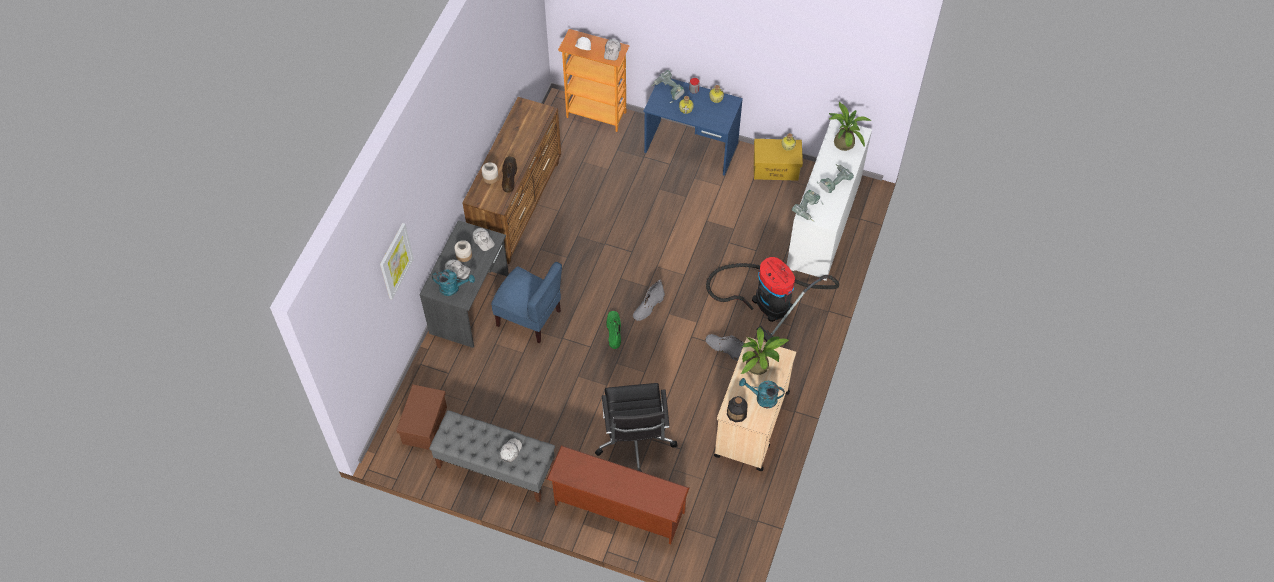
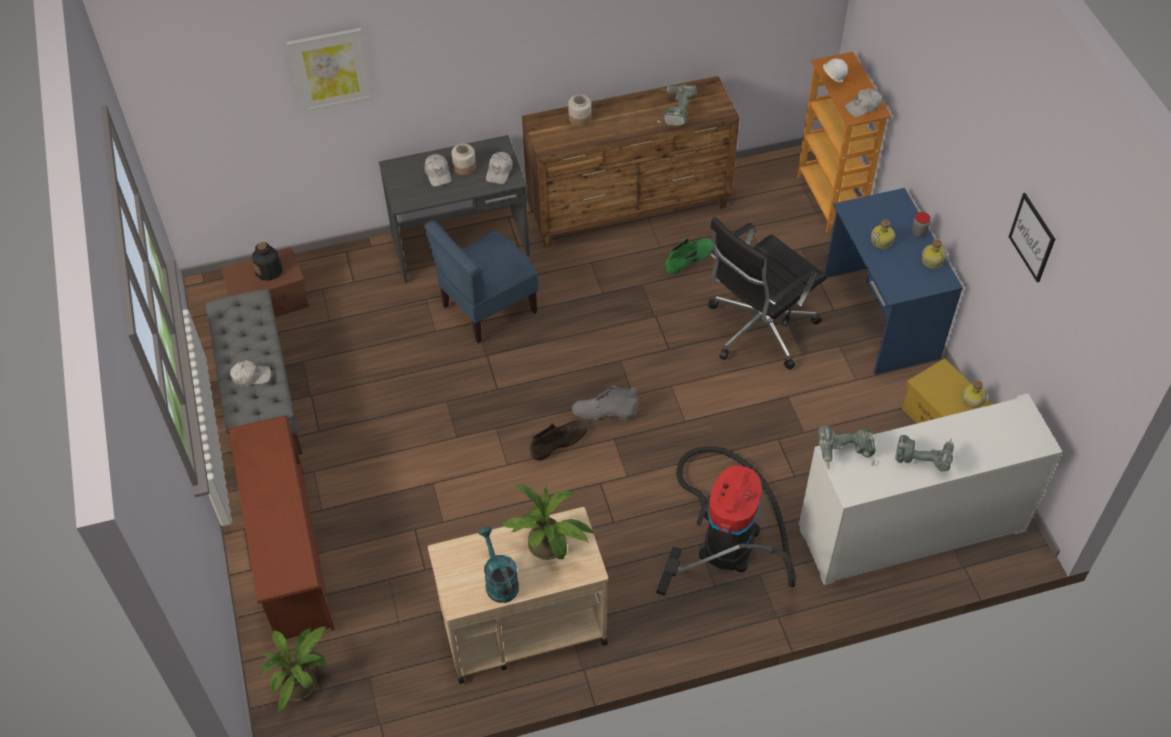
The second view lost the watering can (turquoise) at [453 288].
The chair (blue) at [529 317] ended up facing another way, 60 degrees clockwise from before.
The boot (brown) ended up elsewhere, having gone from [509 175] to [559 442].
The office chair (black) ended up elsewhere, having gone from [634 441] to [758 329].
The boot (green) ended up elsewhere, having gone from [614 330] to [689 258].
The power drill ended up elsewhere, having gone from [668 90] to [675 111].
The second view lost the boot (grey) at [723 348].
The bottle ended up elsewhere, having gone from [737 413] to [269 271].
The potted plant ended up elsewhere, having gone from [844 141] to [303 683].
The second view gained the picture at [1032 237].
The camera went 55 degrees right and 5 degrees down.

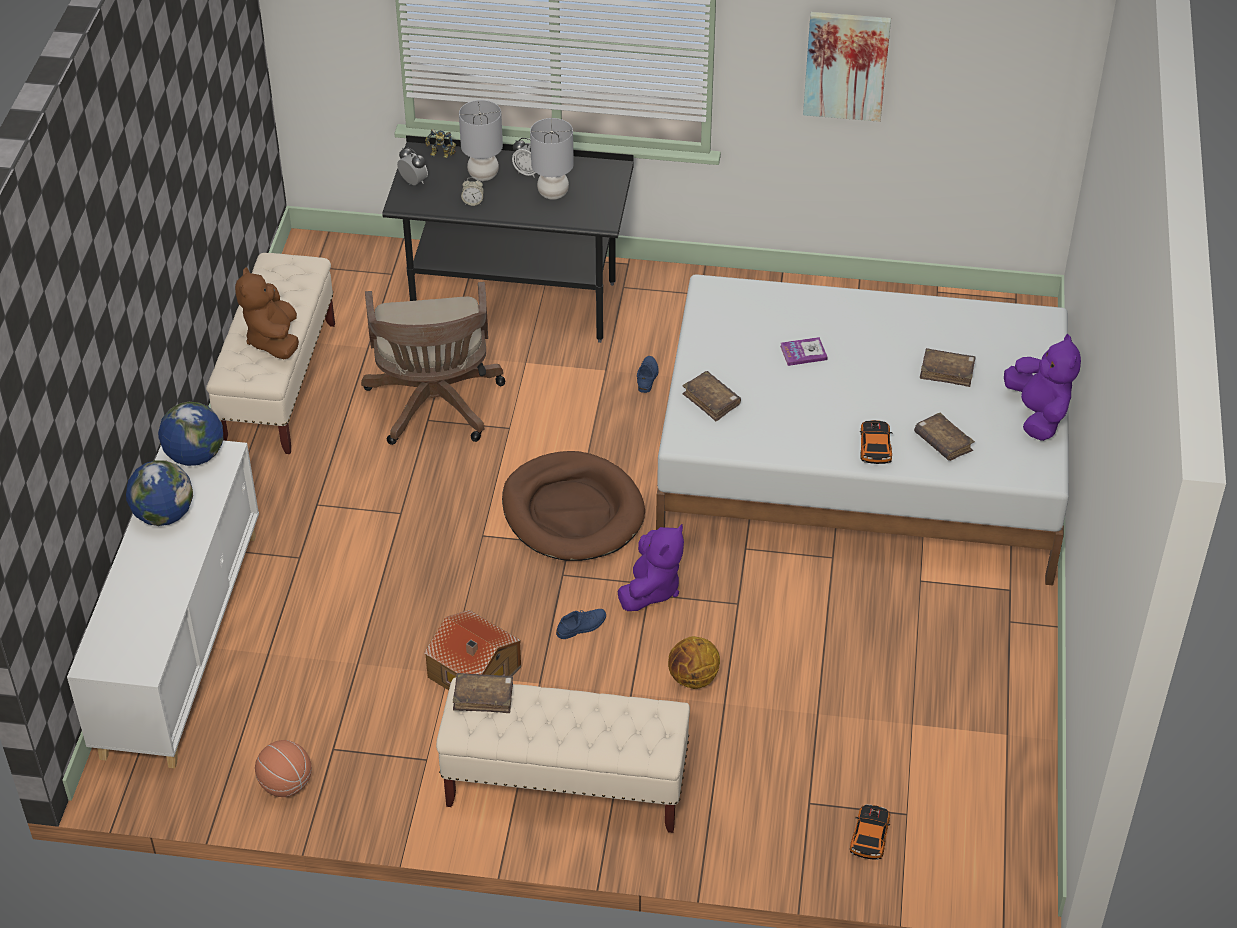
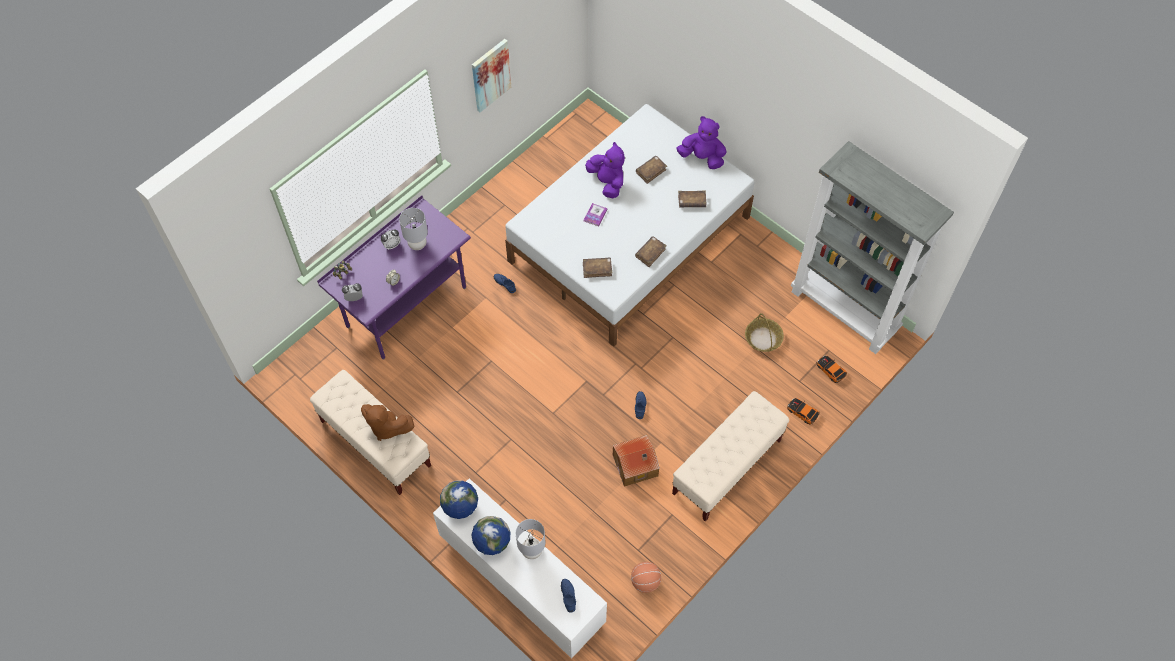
The second view lost the office chair (brown) at [435 407].
What was the desk (black) at [514 303] turned into the desk (purple) at [406 307].
The book (brown) ended up elsewhere, having gone from [483 697] to [650 253].
The table lamp (grey) ended up elsewhere, having gone from [483 175] to [532 551].
The second view lost the dog bed (brown) at [572 511].
The plush toy (purple) ended up elsewhere, having gone from [651 589] to [607 182].
The second view lost the basketball at [693 679].
The toy car ended up elsewhere, having gone from [874 446] to [802 412].
The second view gained the shoe (blue) at [568 596].
The second view gained the basket at [763 338].
The second view gained the bookcase (grey) at [845 311].
The camera went 55 degrees left and 15 degrees up.

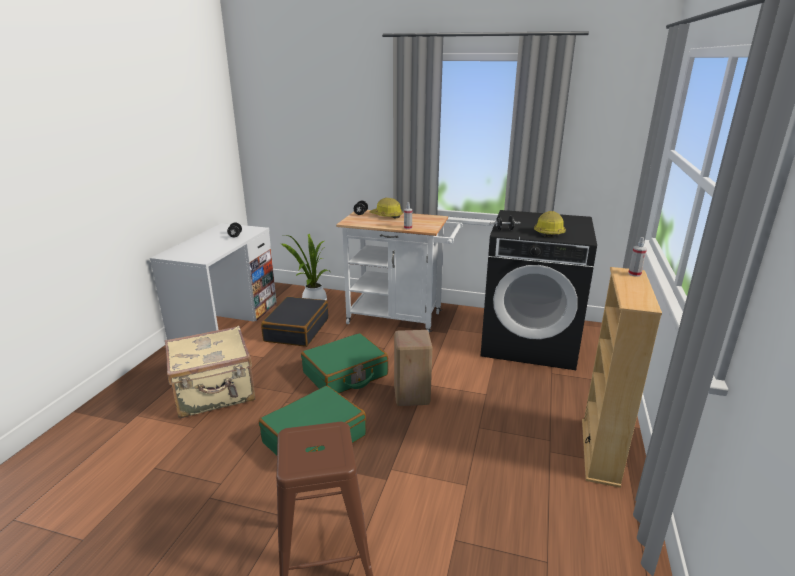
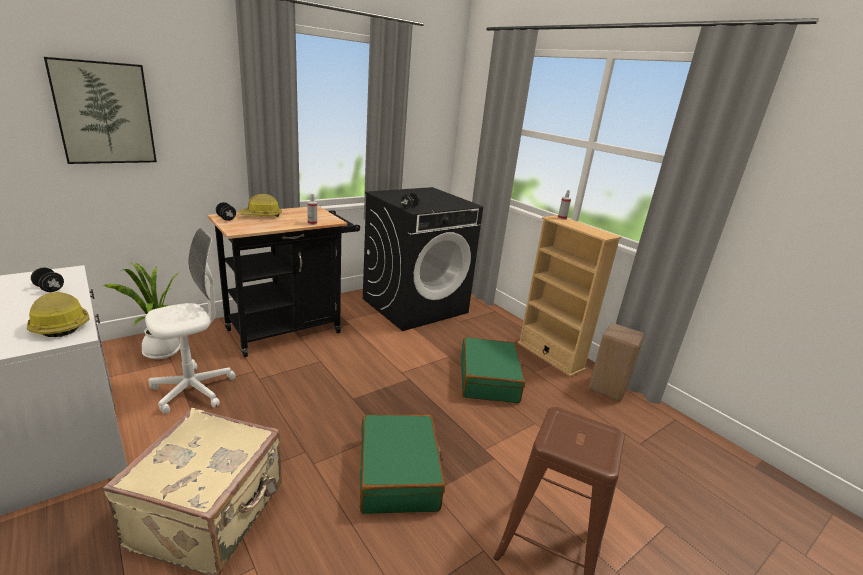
Where the suitcase (black) stood at [296 330], the office chair (white) came to stand at [193 390].
The suitcase (green) ended up elsewhere, having gone from [345 374] to [489 379].
What was the cart (white) at [400 319] turned into the cart (black) at [291 329].
The stool (beige) ended up elsewhere, having gone from [412 395] to [606 388].
The hard hat ended up elsewhere, having gone from [549 232] to [60 324].
The second view gained the picture at [104 113].
The camera went 55 degrees left and 0 degrees up.

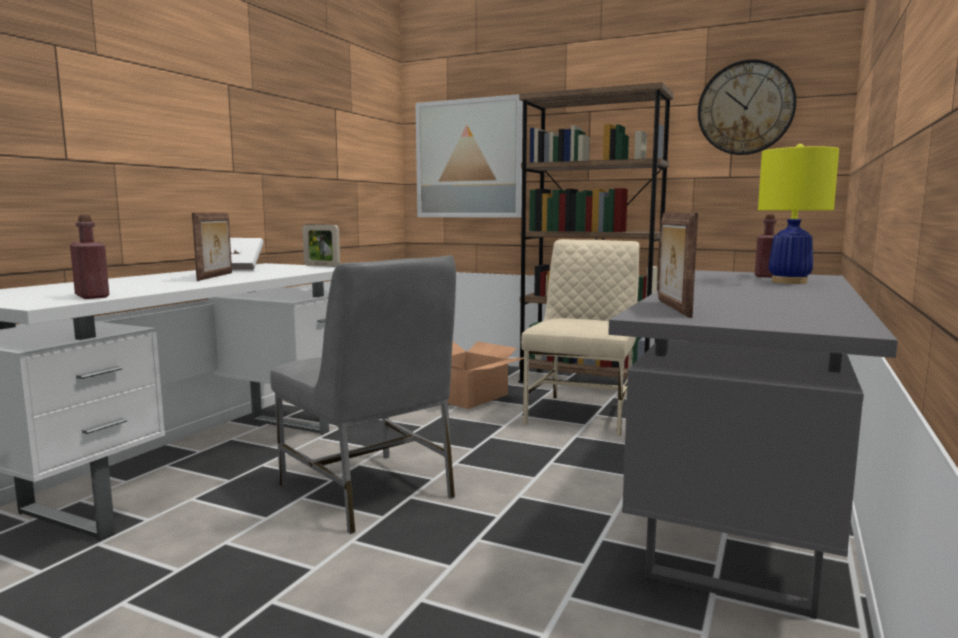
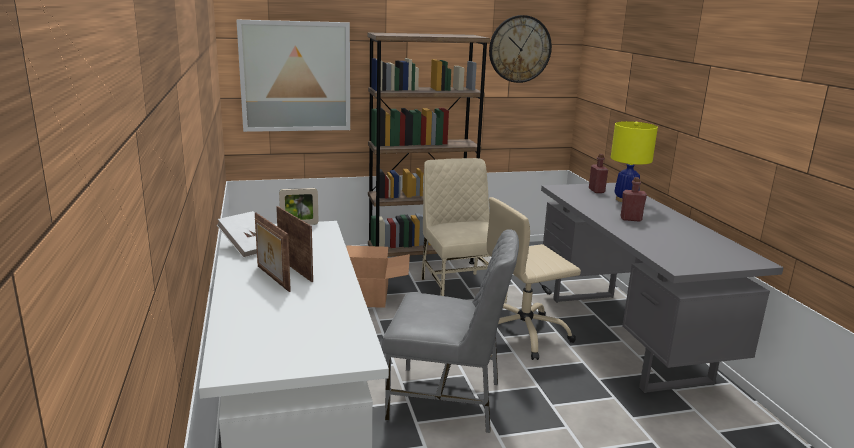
The bottle (red) ended up elsewhere, having gone from [92 296] to [631 219].
The picture frame ended up elsewhere, having gone from [671 308] to [272 278].
The second view gained the office chair (beige) at [523 334].
The camera went 40 degrees left and 10 degrees up.

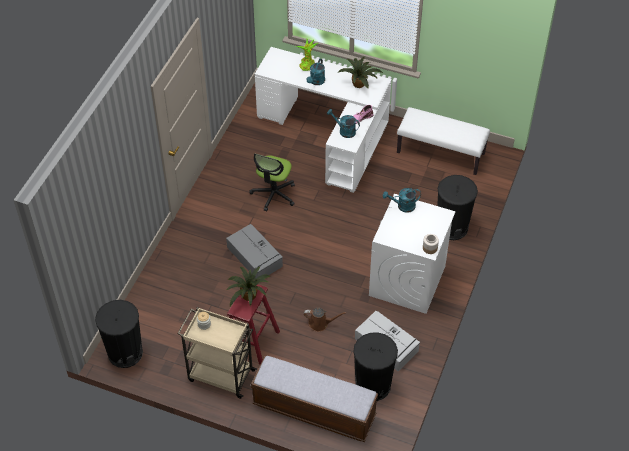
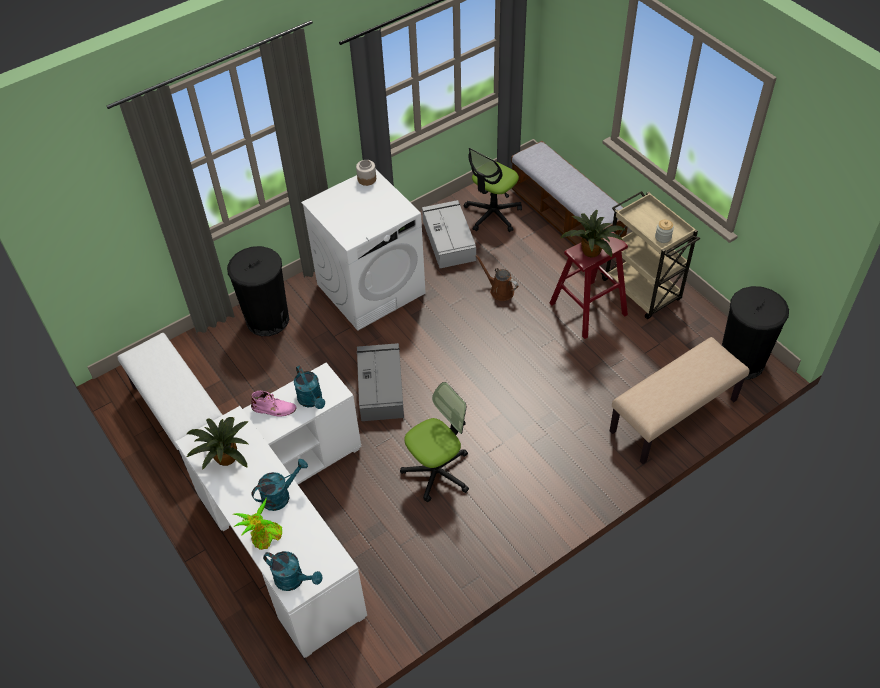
The storage box (grey) ended up elsewhere, having gone from [255 257] to [381 387].
Where the trash can (black) stood at [373 385], the office chair came to stand at [492 214].
The watering can (turquoise) ended up elsewhere, having gone from [402 206] to [294 580].
The second view gained the bench (beige) at [673 416].
The camera went 145 degrees left and 0 degrees up.

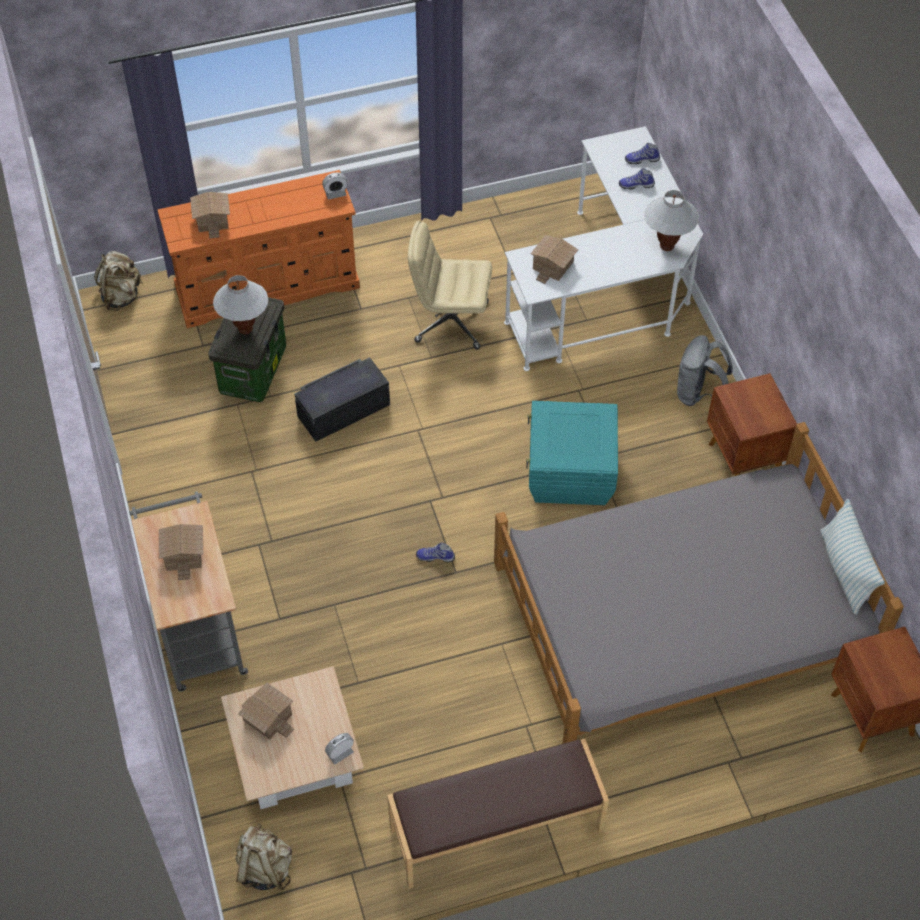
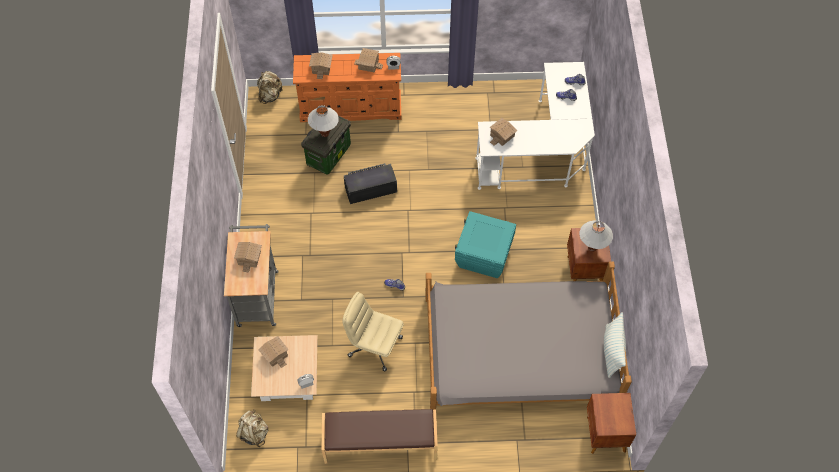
The office chair (beige) ended up elsewhere, having gone from [450 322] to [374 346].
The table lamp (white) ended up elsewhere, having gone from [667 246] to [592 248].
The second view lost the backpack (grey) at [698 394].
The second view gained the toy house at [368 64].
The camera went 15 degrees right and 5 degrees up.

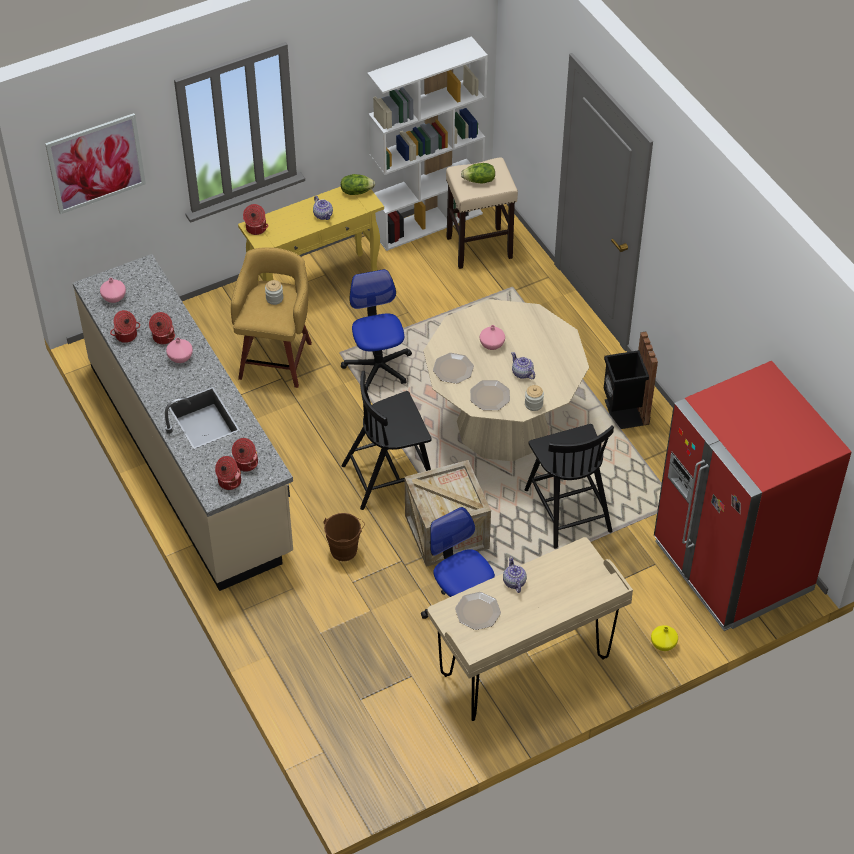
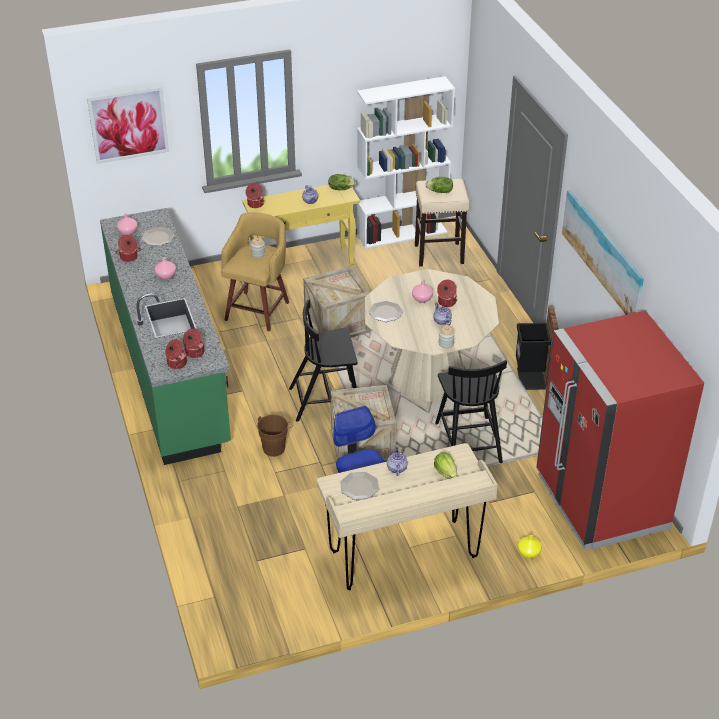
What was the counter (beige) at [190 458] turned into the counter (green) at [170 369].
The cooking pot ended up elsewhere, having gone from [163 337] to [446 302].
Where the office chair stood at [378 367], the crate came to stand at [337 324].
The plate ended up elsewhere, having gone from [490 396] to [158 237].
The second view gained the lettuce at [446 472].
The second view gained the picture at [604 254].
The camera went 10 degrees right and 10 degrees down.

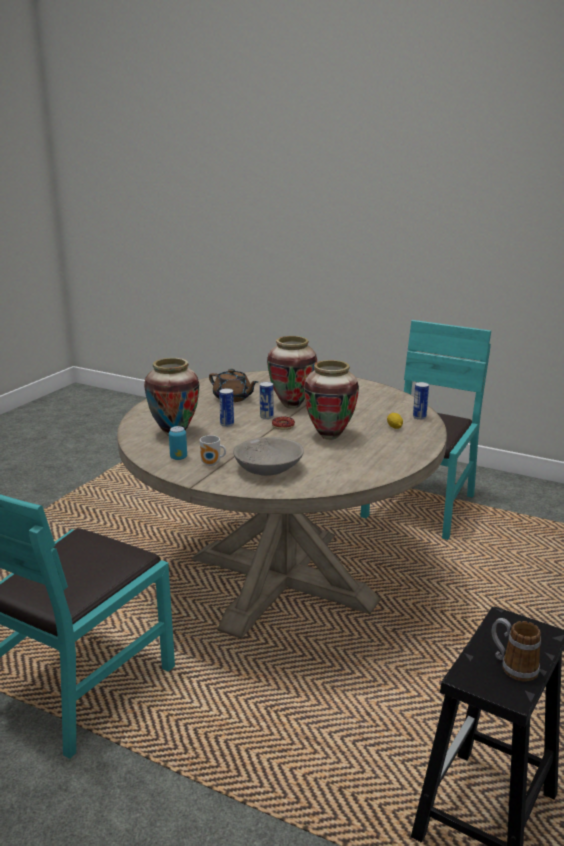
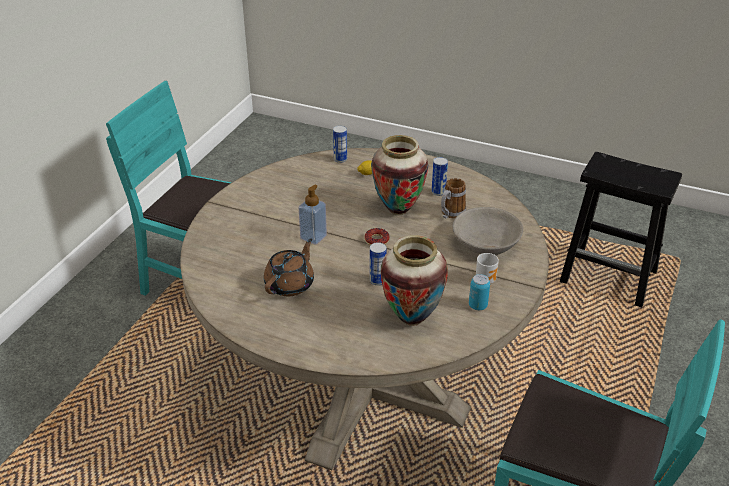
The can ended up elsewhere, having gone from [266 417] to [438 192].
Where the vase stood at [292 405], the soap dispenser came to stand at [313 237].
The mug ended up elsewhere, having gone from [512 666] to [450 214].
The camera went 95 degrees left and 15 degrees up.

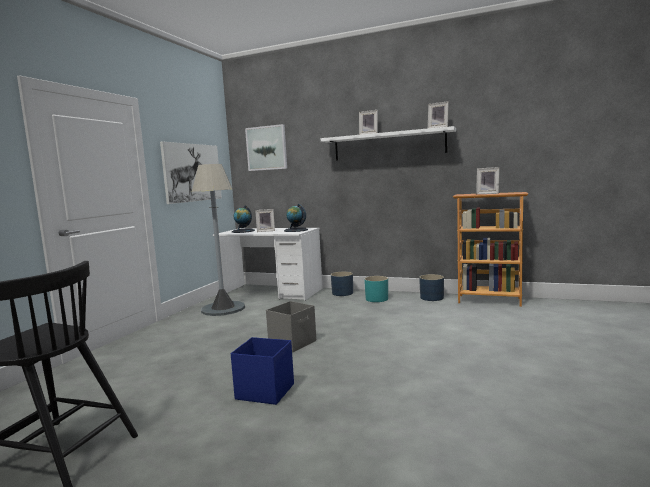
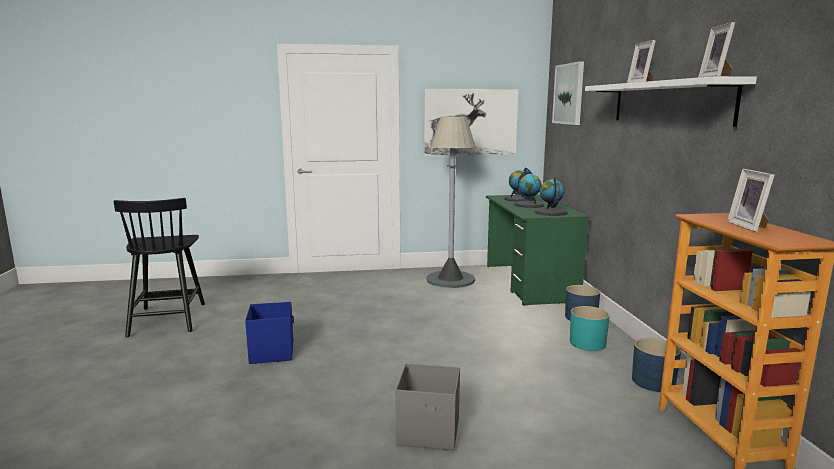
What was the desk (white) at [271 292] turned into the desk (green) at [529 283].
Where the picture frame stood at [266 231], the globe came to stand at [529 205].
The storage box (grey) ended up elsewhere, having gone from [293 343] to [429 432].
The camera went 60 degrees right and 5 degrees up.

